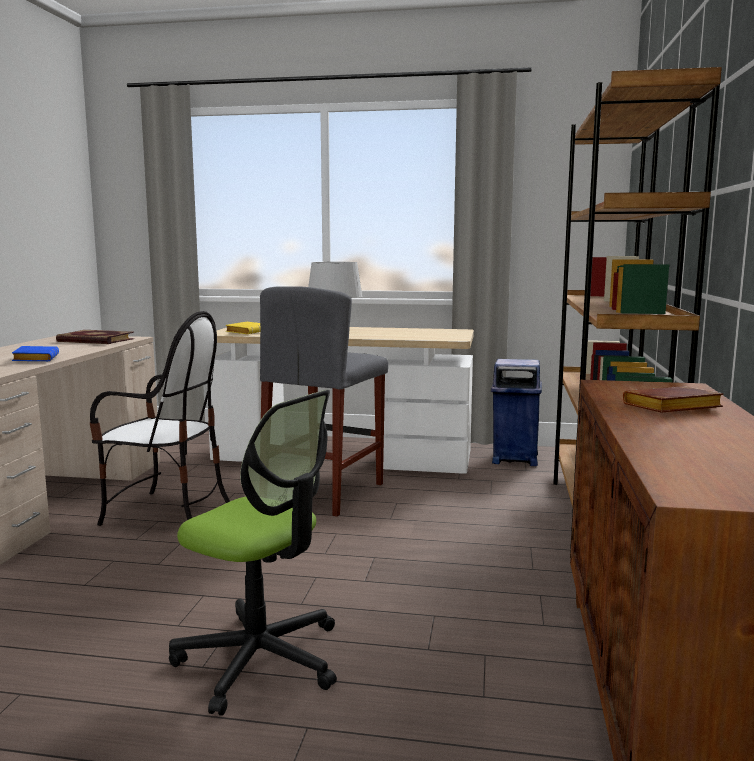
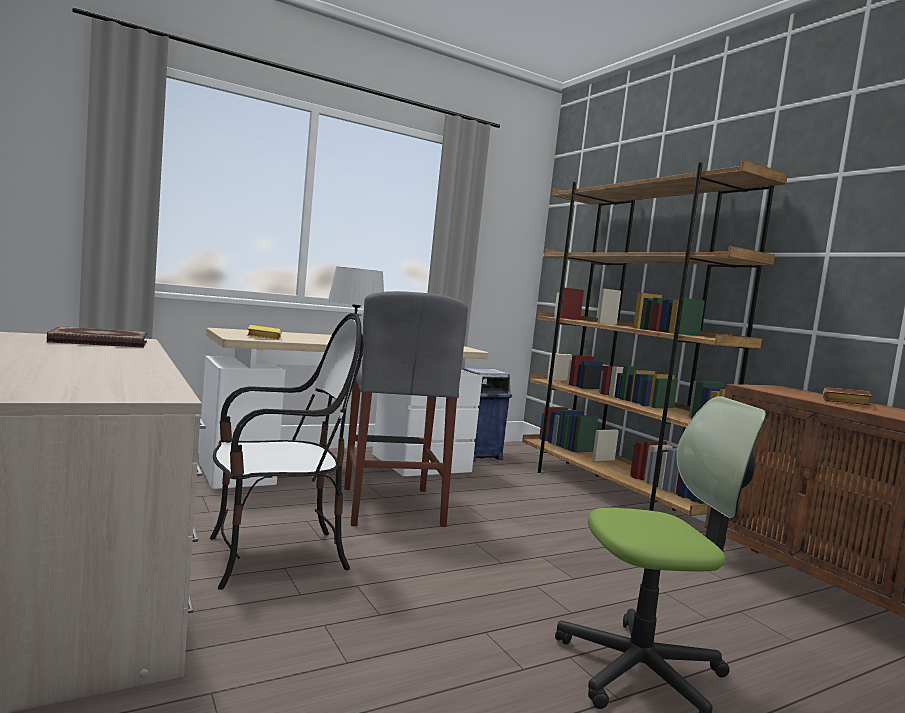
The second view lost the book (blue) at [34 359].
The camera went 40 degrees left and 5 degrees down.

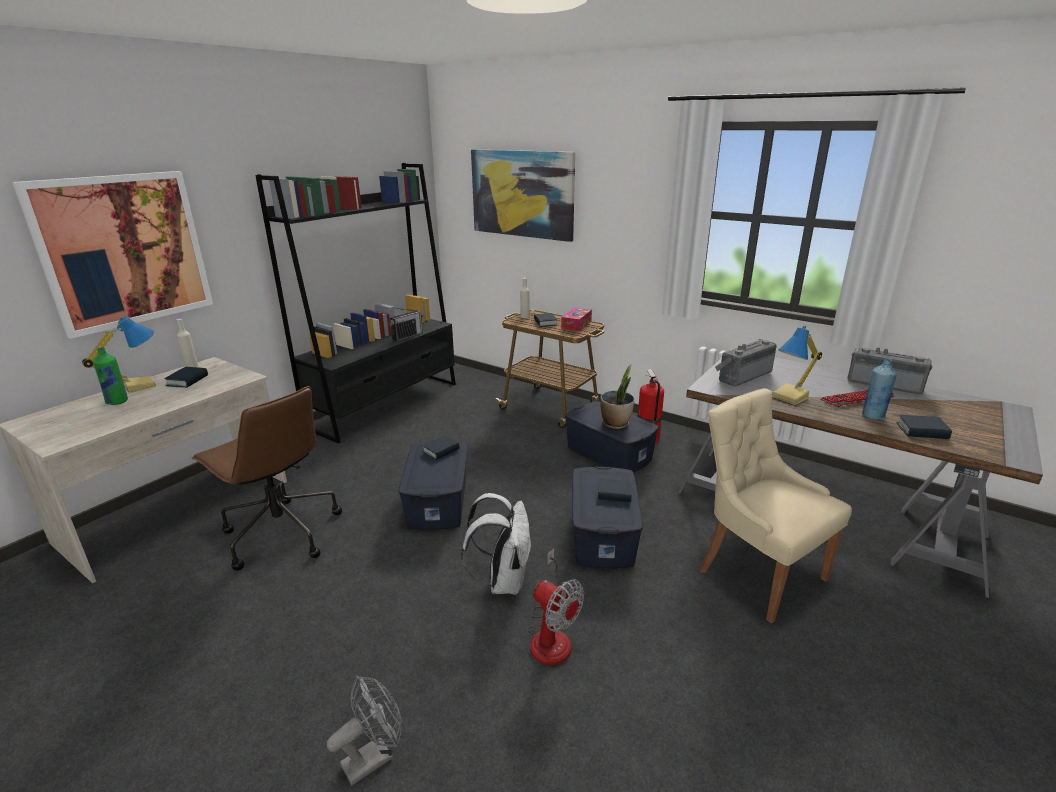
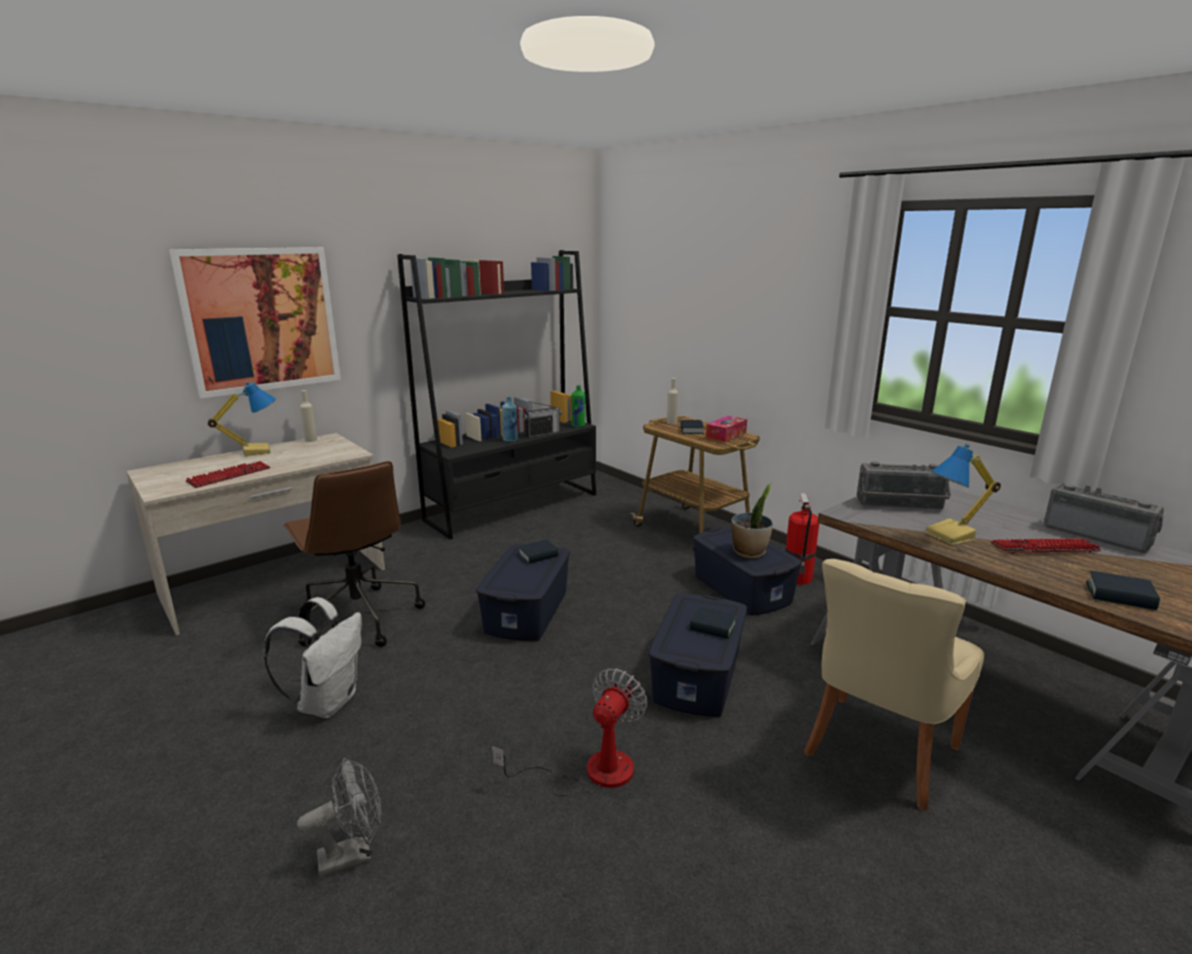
The bottle (green) ended up elsewhere, having gone from [117 402] to [578 426].
The second view lost the book at [187 381].
The backpack (white) ended up elsewhere, having gone from [503 580] to [328 702].
The second view lost the picture at [522 194].
The fan at [551 635] ended up facing another way, 120 degrees counterclockwise from before.
The chair (beige) at [757 572] ended up facing another way, 120 degrees counterclockwise from before.
The radio at [742 375] ended up facing another way, 150 degrees counterclockwise from before.
The bottle (blue) ended up elsewhere, having gone from [873 416] to [510 440].
The second view gained the keyboard at [229 476].
The camera went 15 degrees right and 5 degrees down.

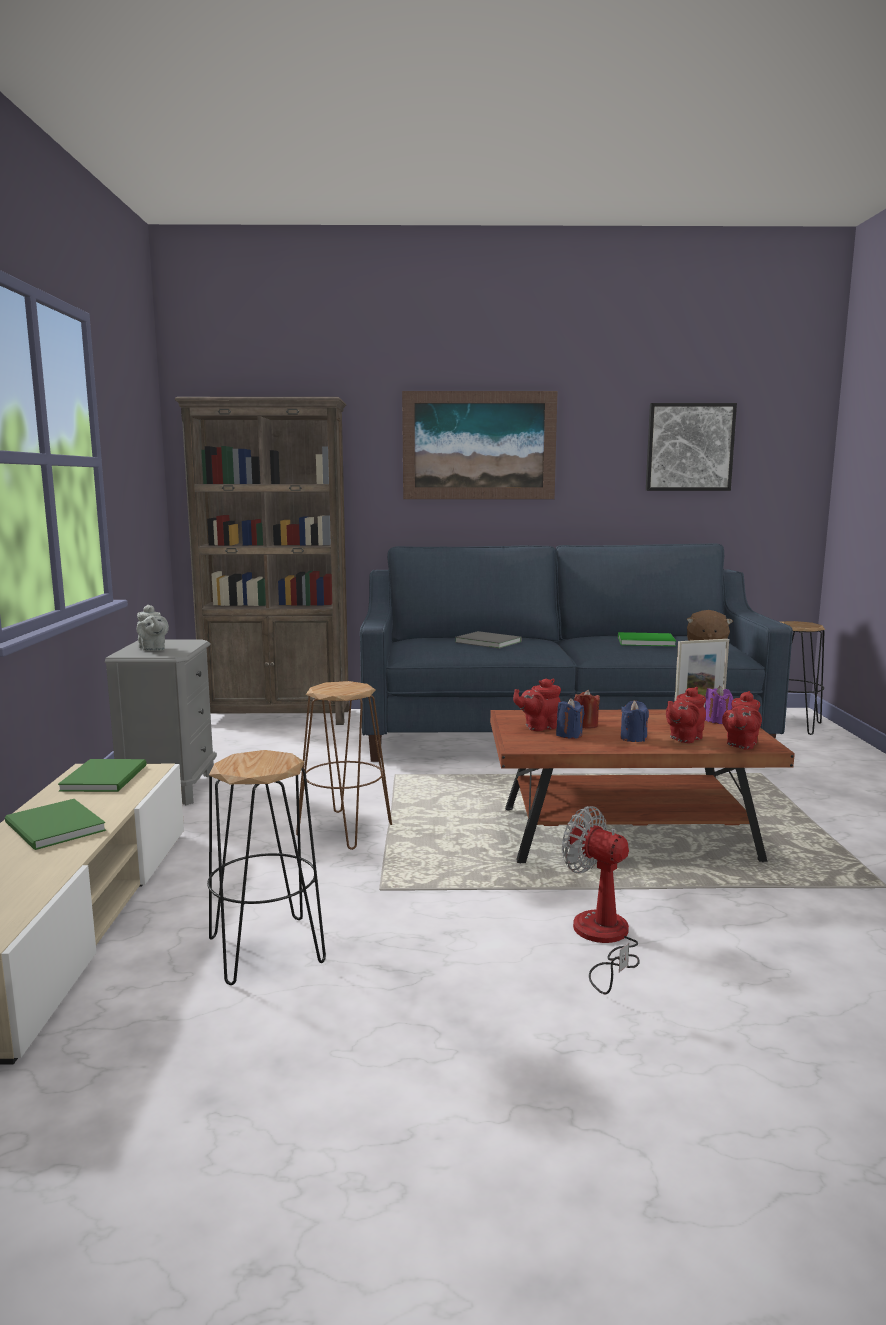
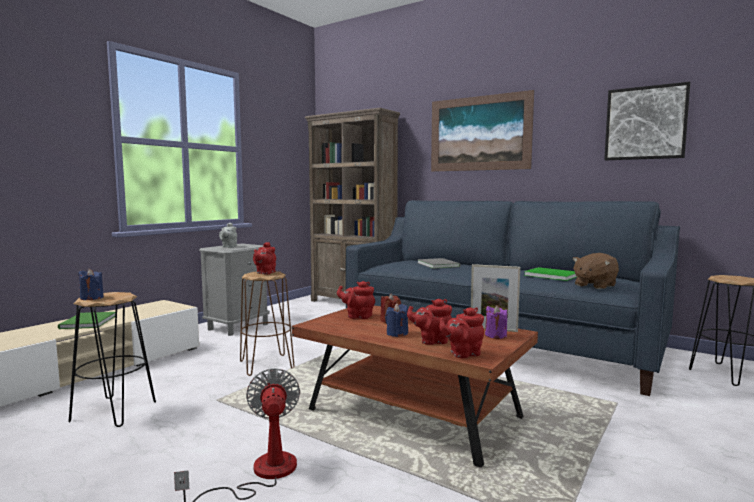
The second view lost the book (green) at [107 777].
The candle (blue) ended up elsewhere, having gone from [569 735] to [92 298].
The second view gained the teapot (red) at [265 273].
The camera went 35 degrees right and 5 degrees down.

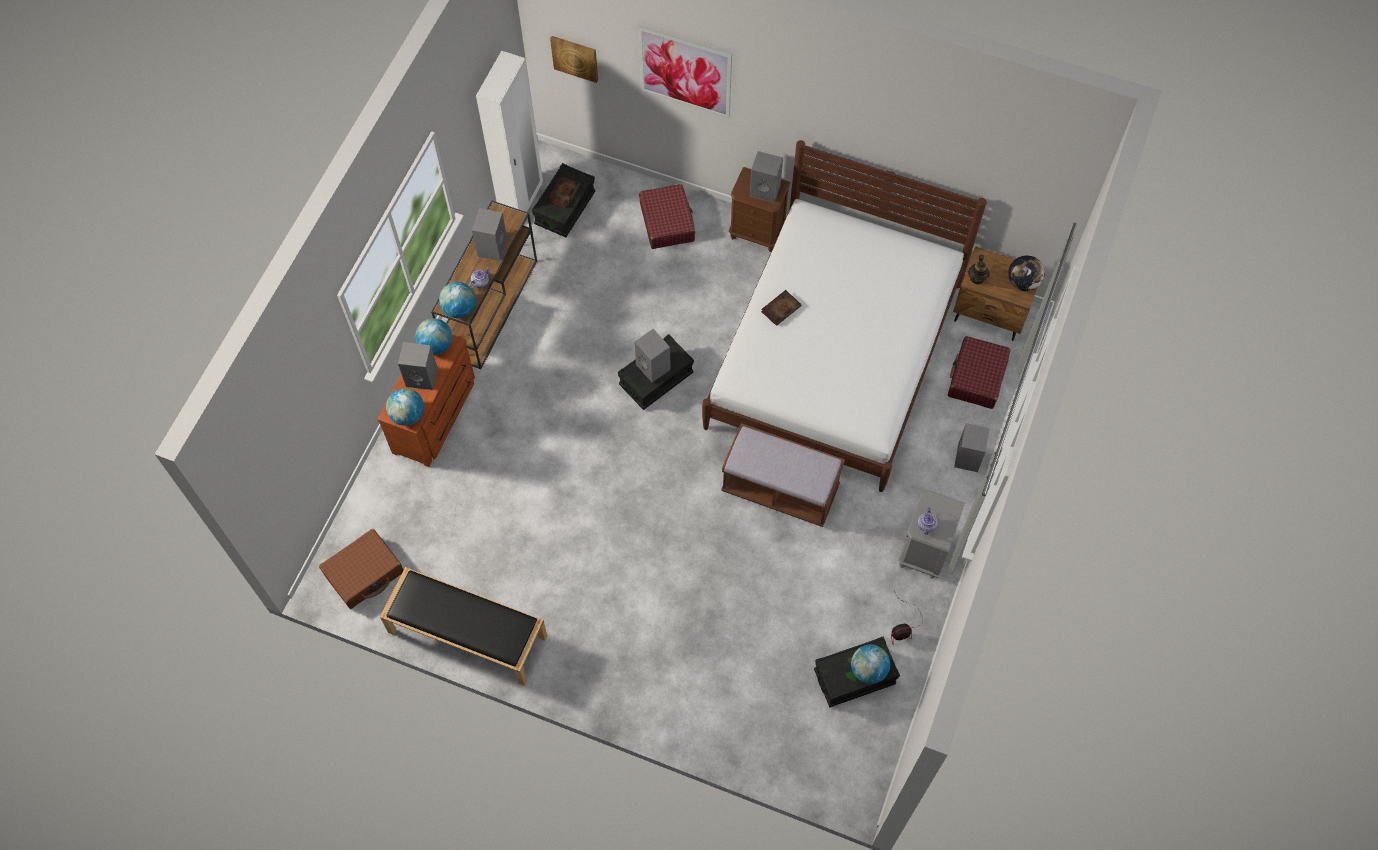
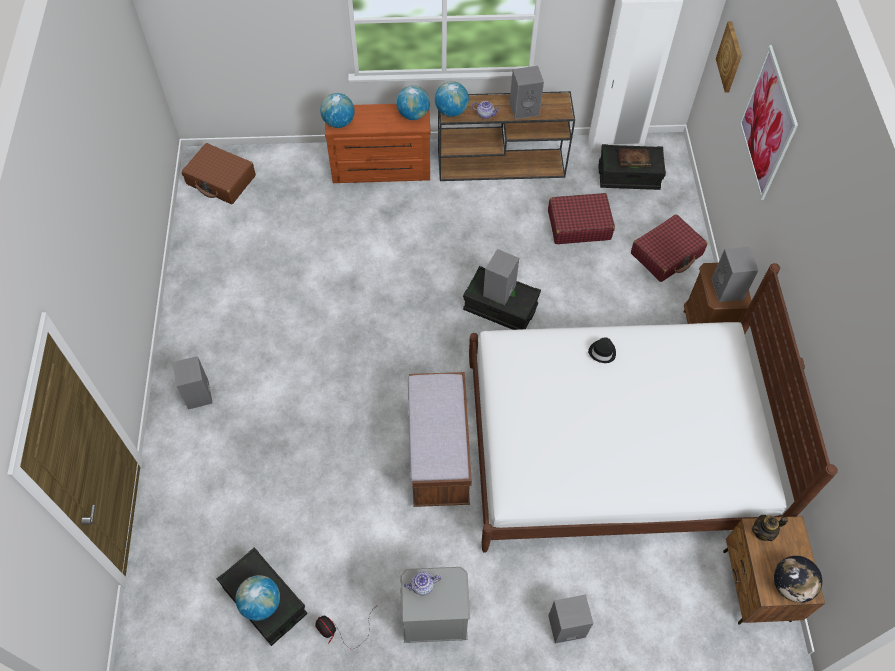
The second view lost the bench (black) at [466 634].
The speaker (grey) ended up elsewhere, having gone from [423 377] to [199 395].
Where the book stood at [781 308], the hat (black) came to stand at [602 352].
The suitcase (red) ended up elsewhere, having gone from [976 378] to [578 225].
The camera went 65 degrees right and 5 degrees down.

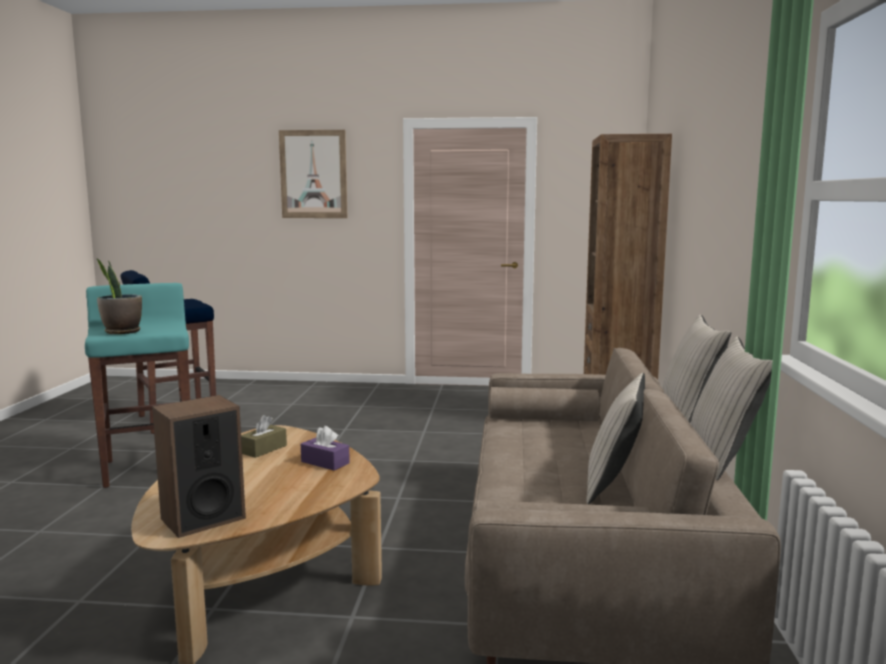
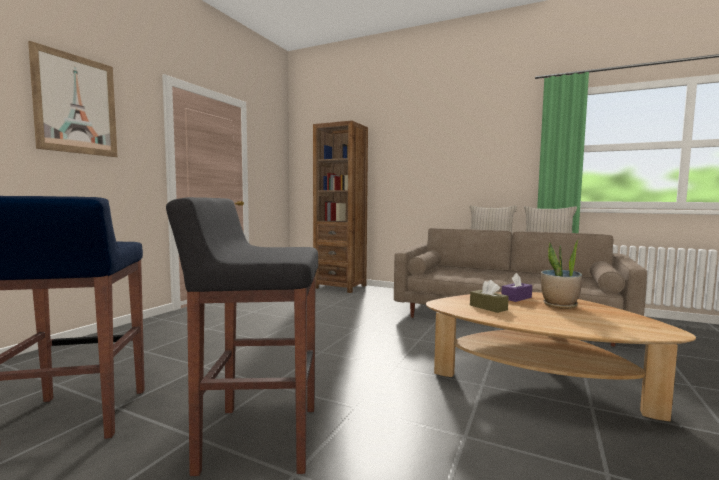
What was the stool (turquoise) at [149 467] turned into the stool (black) at [258 438].
The potted plant ended up elsewhere, having gone from [122 332] to [559 305].
The second view lost the speaker at [202 518].
The second view lost the pillow (beige) at [614 483].
The camera went 70 degrees left and 5 degrees down.

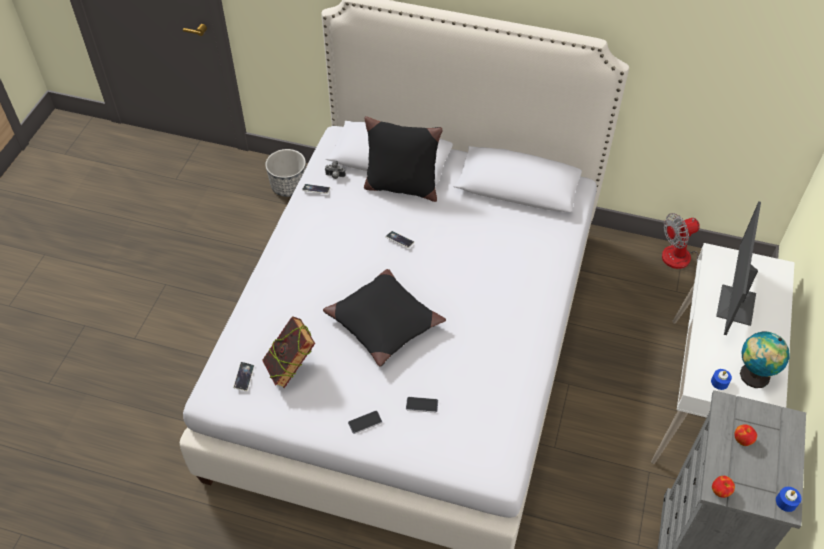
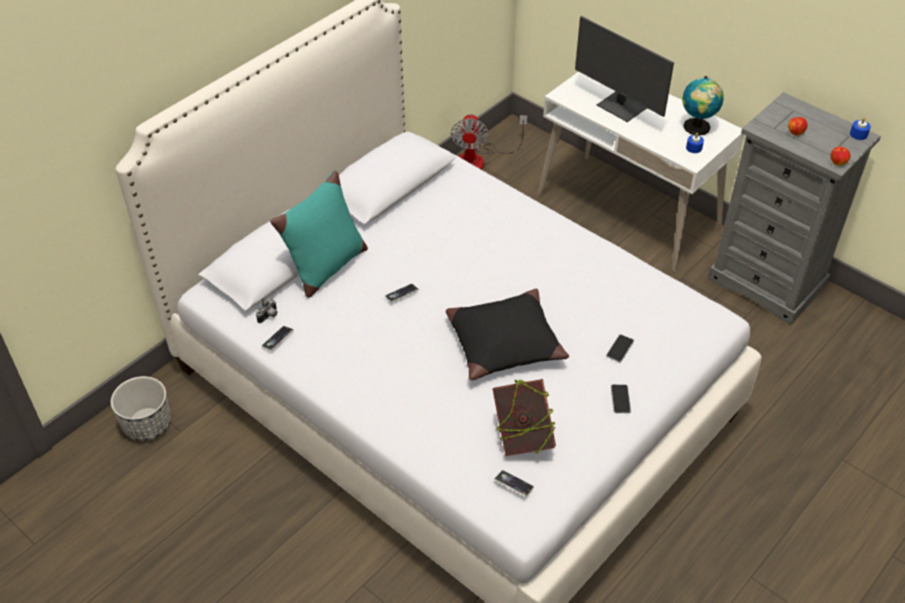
What was the pillow (black) at [401 186] turned into the pillow (turquoise) at [326 268].
The camera went 65 degrees left and 5 degrees down.

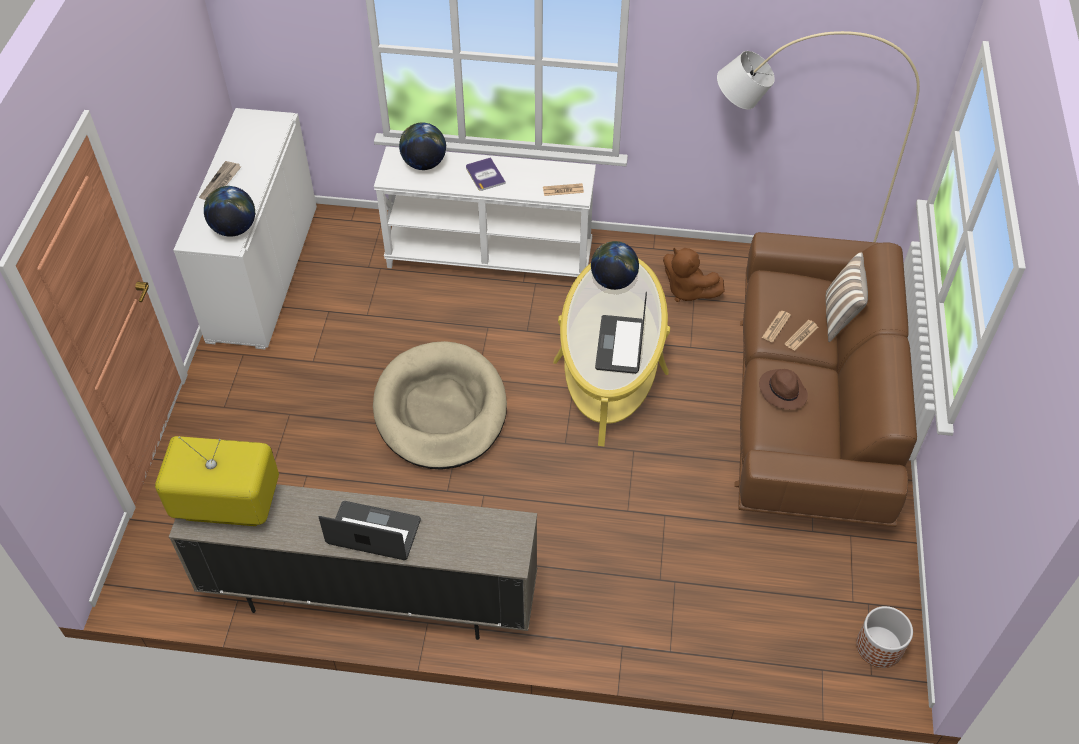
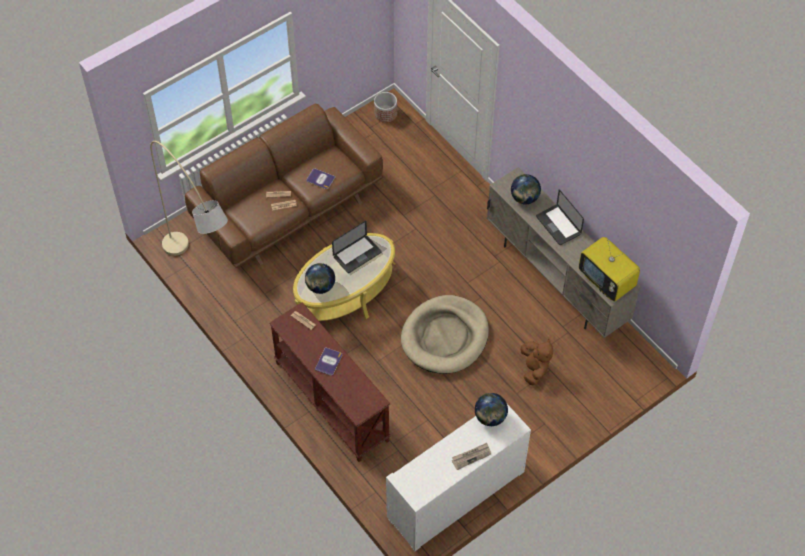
What was the console table (white) at [490 257] turned into the console table (brown) at [330 401].
The globe ended up elsewhere, having gone from [424 164] to [524 198].
The plush toy (brown) ended up elsewhere, having gone from [687 290] to [534 368].
Where the hat (brown) stood at [782 391], the book came to stand at [320 179].
The second view lost the pillow at [839 318].
The camera went 135 degrees left and 5 degrees up.

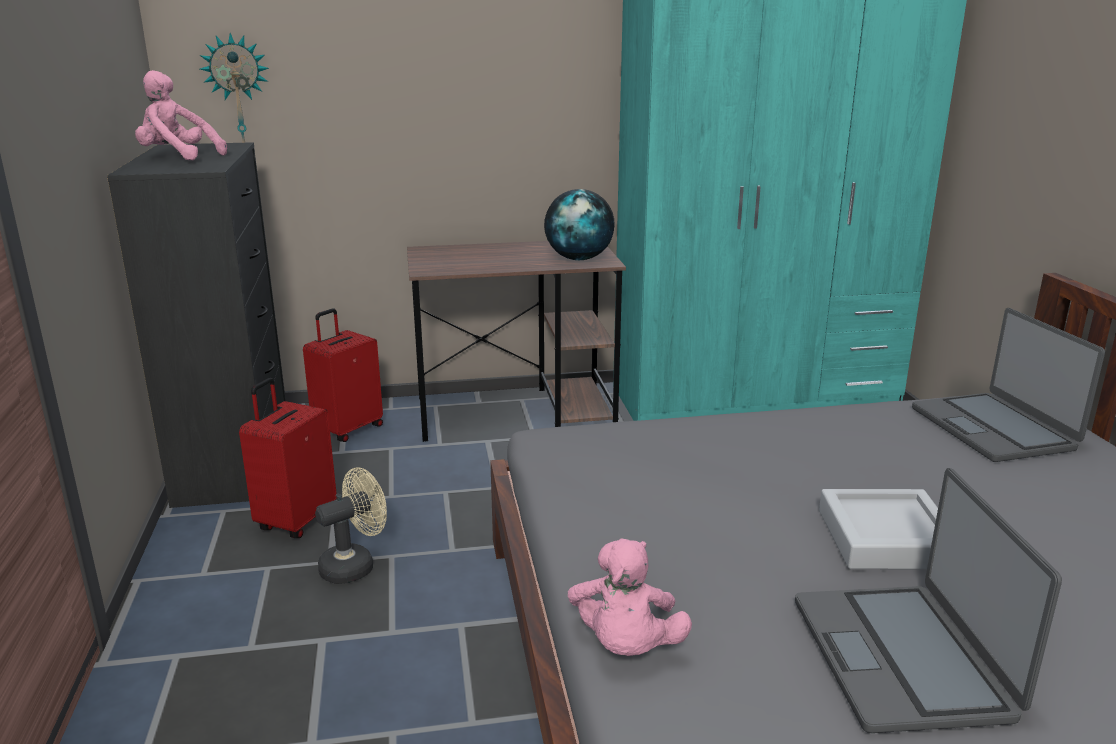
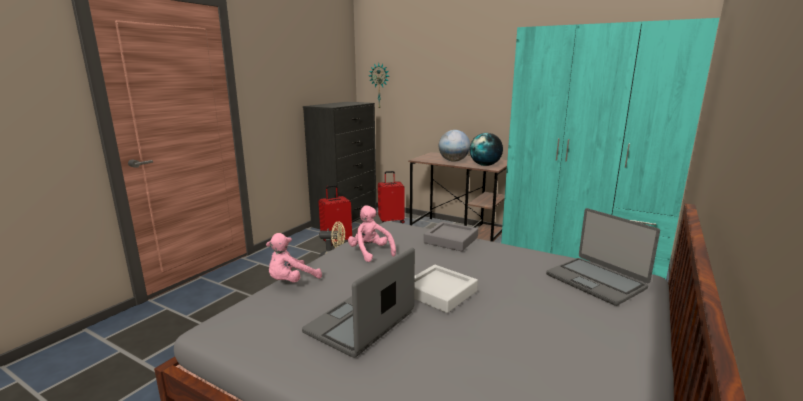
The plush toy (pink) ended up elsewhere, having gone from [178 157] to [370 252].
The laptop at [993 428] ended up facing another way, 60 degrees counterclockwise from before.
The second view gained the tray (grey) at [451 240].
The second view gained the globe at [453 161].
The camera went 40 degrees right and 5 degrees down.

